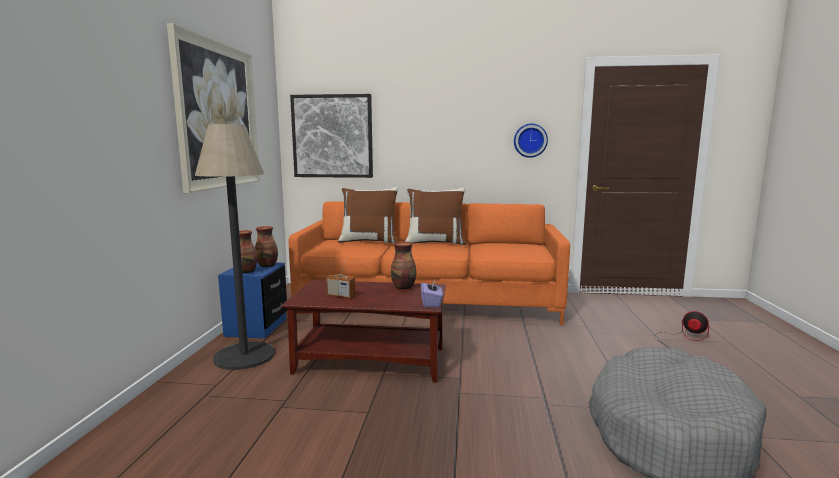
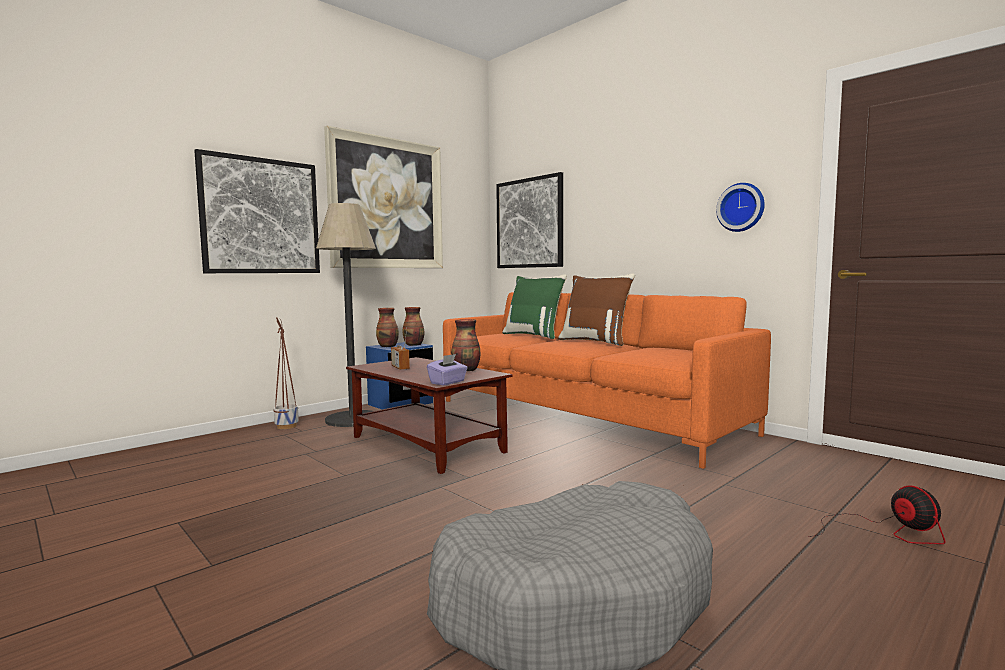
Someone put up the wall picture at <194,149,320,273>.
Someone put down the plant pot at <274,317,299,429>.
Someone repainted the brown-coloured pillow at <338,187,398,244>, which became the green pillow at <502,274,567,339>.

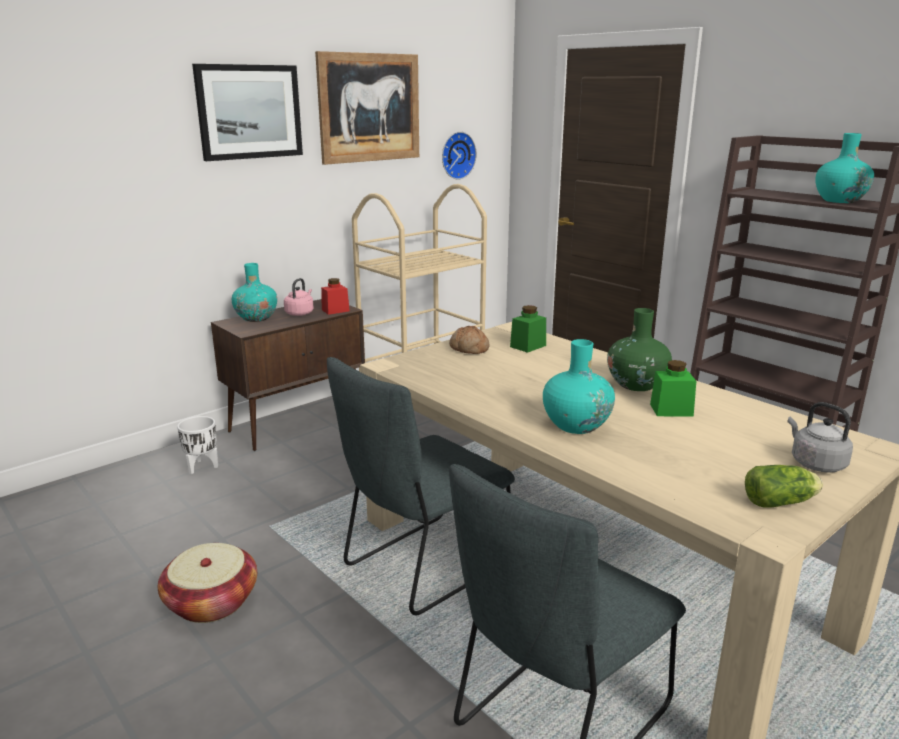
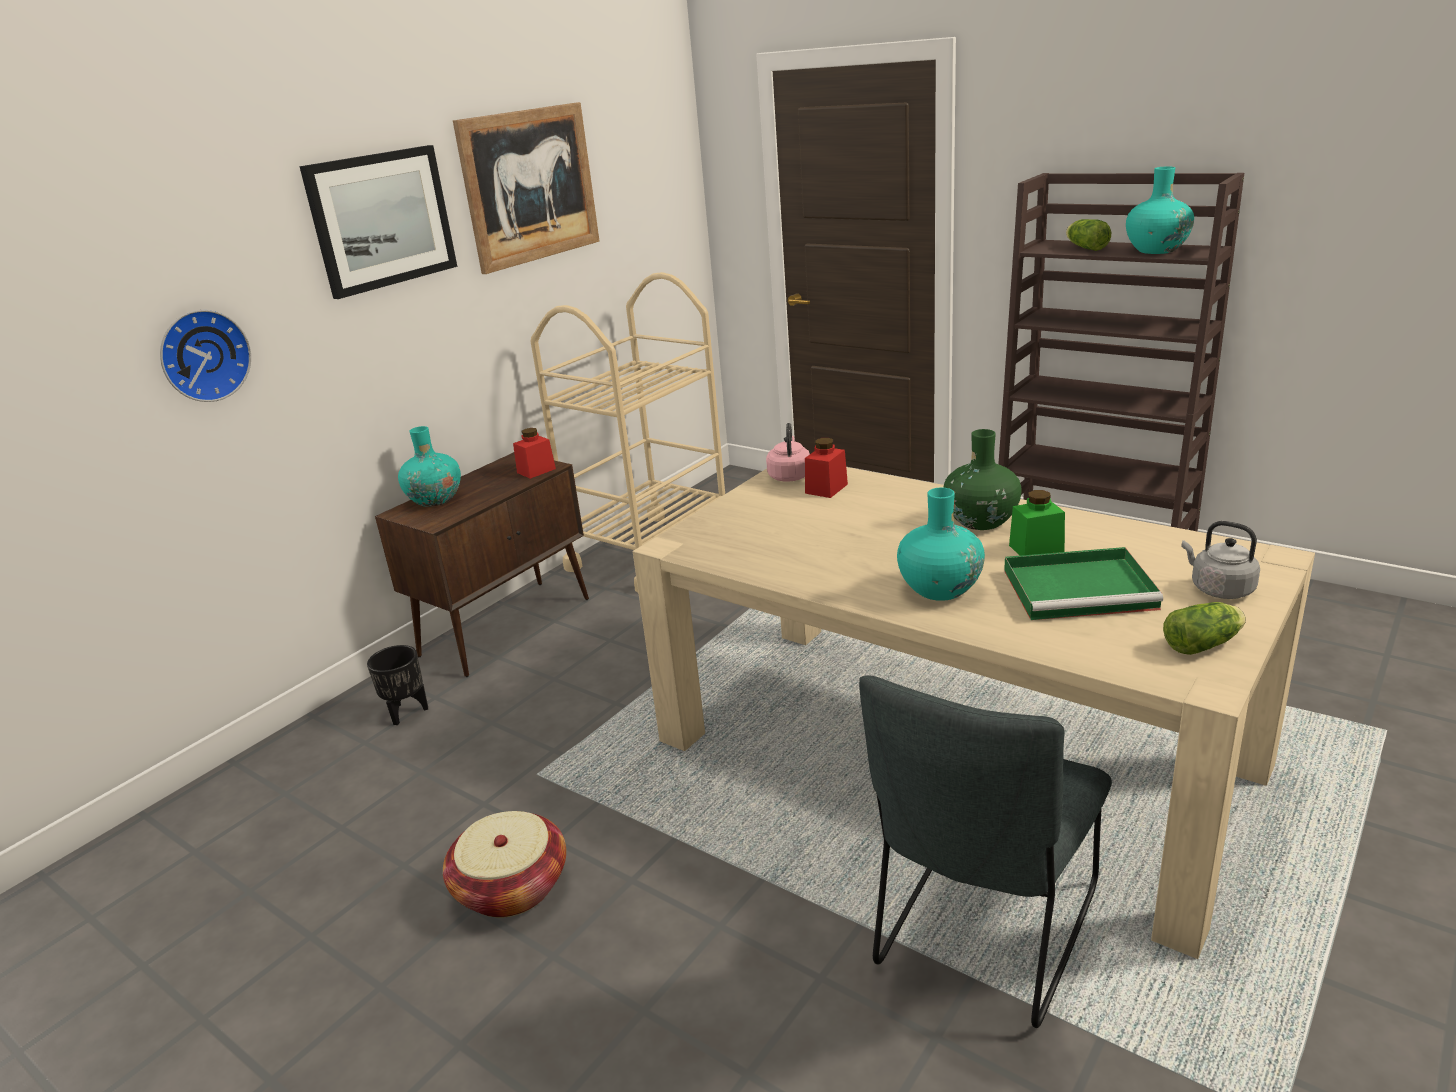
Someone took away the greyish chair at <327,357,515,615>.
Someone took away the bakery bread at <449,326,490,354>.
Someone put down the green serving tray at <1004,547,1163,620>.
Someone put down the lettuce at <1066,219,1111,251>.
Someone carried the pink-coloured tea kettle from <284,278,314,316> to <766,423,810,482>.
Someone carried the hanging clock from <442,132,477,180> to <160,310,251,402>.
Someone repainted the white plant pot at <177,416,218,474>, which became the black plant pot at <367,645,428,725>.
Someone repainted the green preserve jar at <510,305,546,353>, which became the reddish preserve jar at <805,438,848,498>.

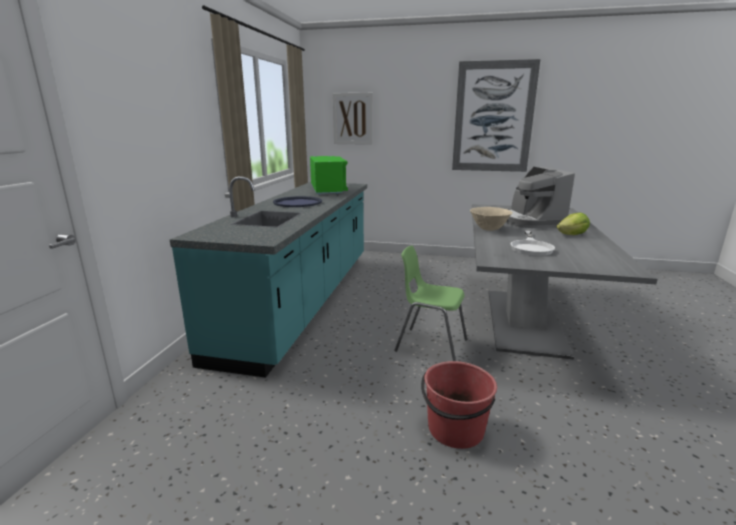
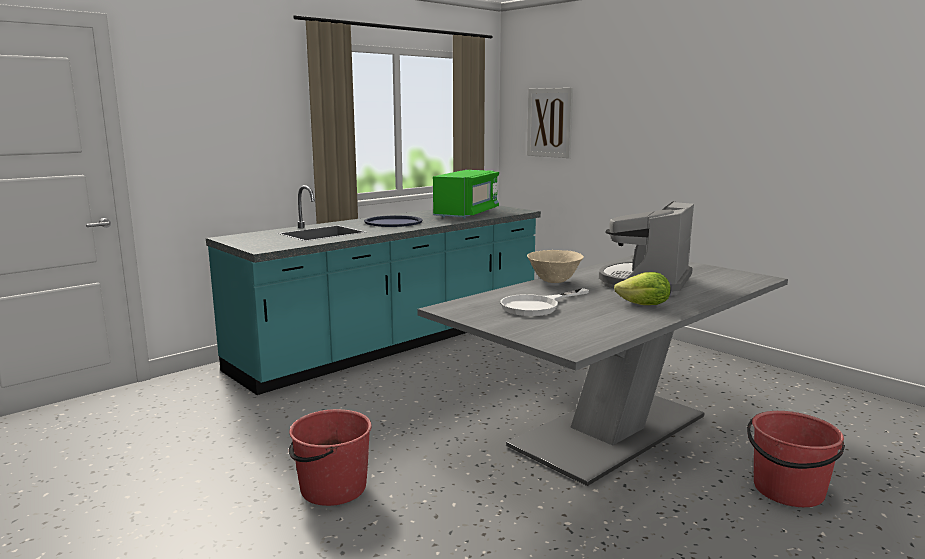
Someone took away the green chair at <394,246,467,361>.
Someone took away the wall picture at <452,59,540,172>.
Someone put down the reddish water bucket at <747,411,845,507>.

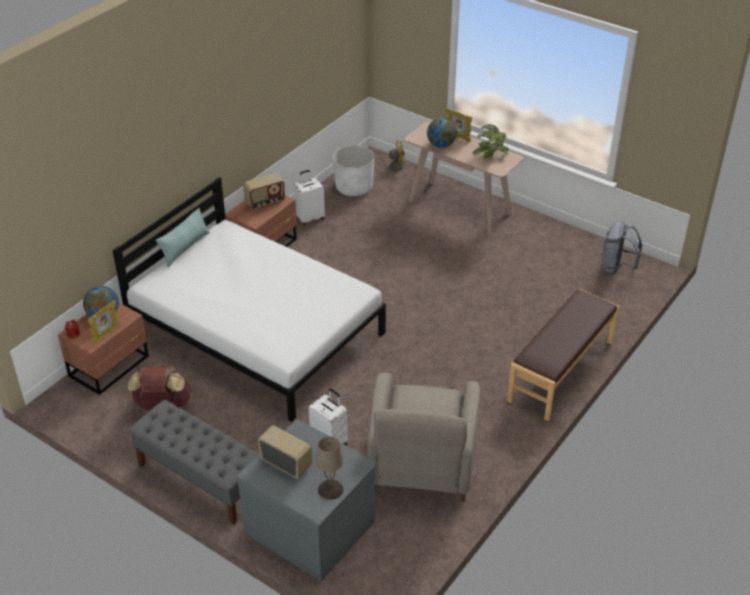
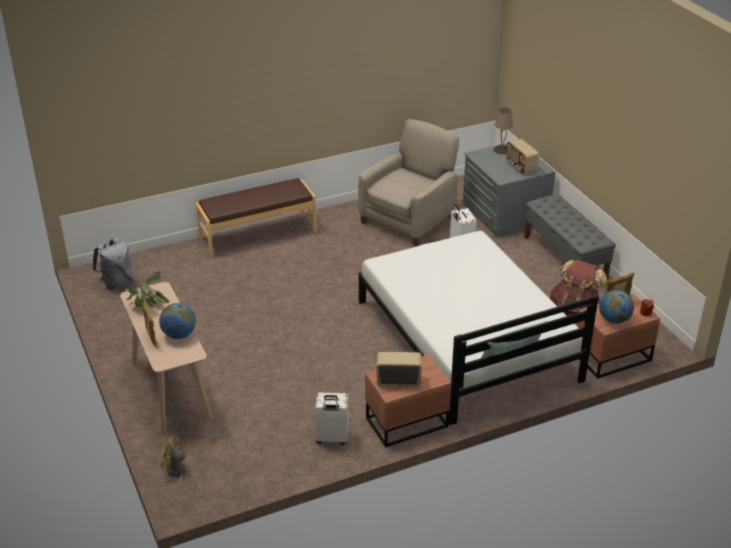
Someone took away the white plant pot at <333,145,374,196>.

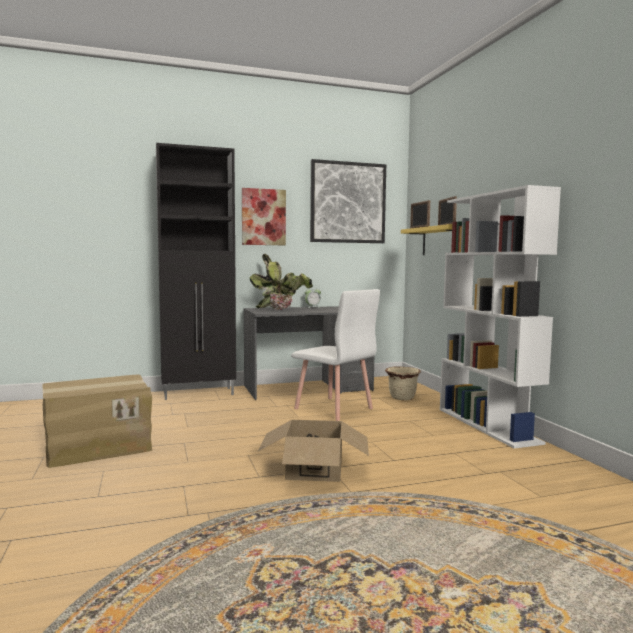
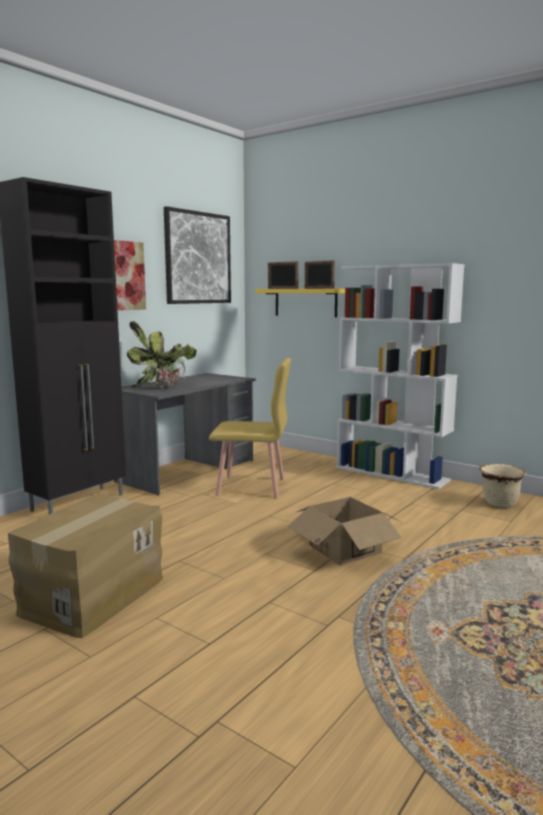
Someone carried the beige-coloured plant pot from <385,366,421,401> to <479,464,526,508>.
Someone repainted the white chair at <291,289,380,421>, which became the yellow-coloured chair at <209,358,291,498>.

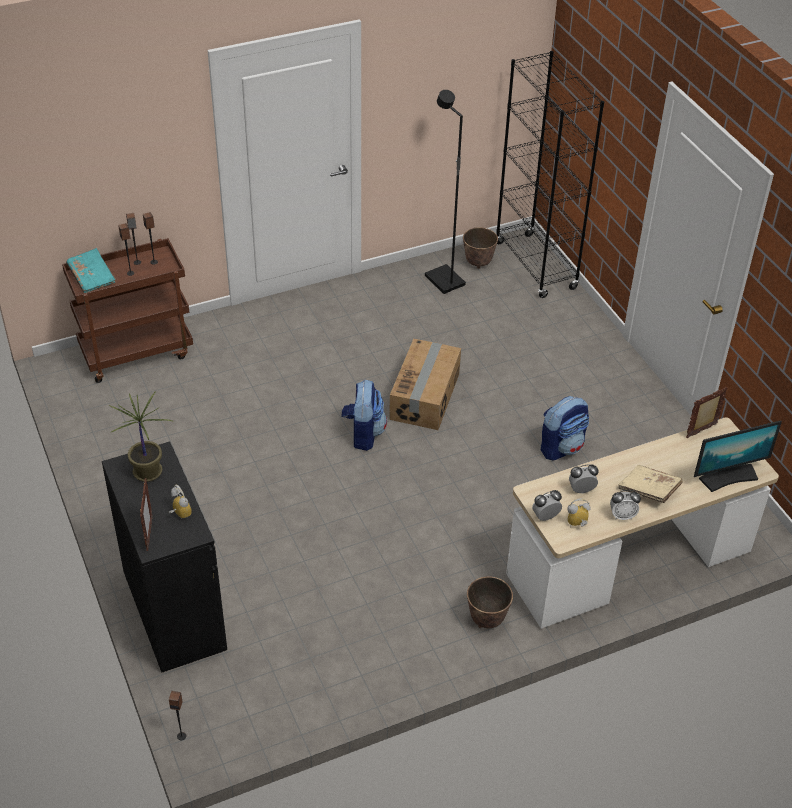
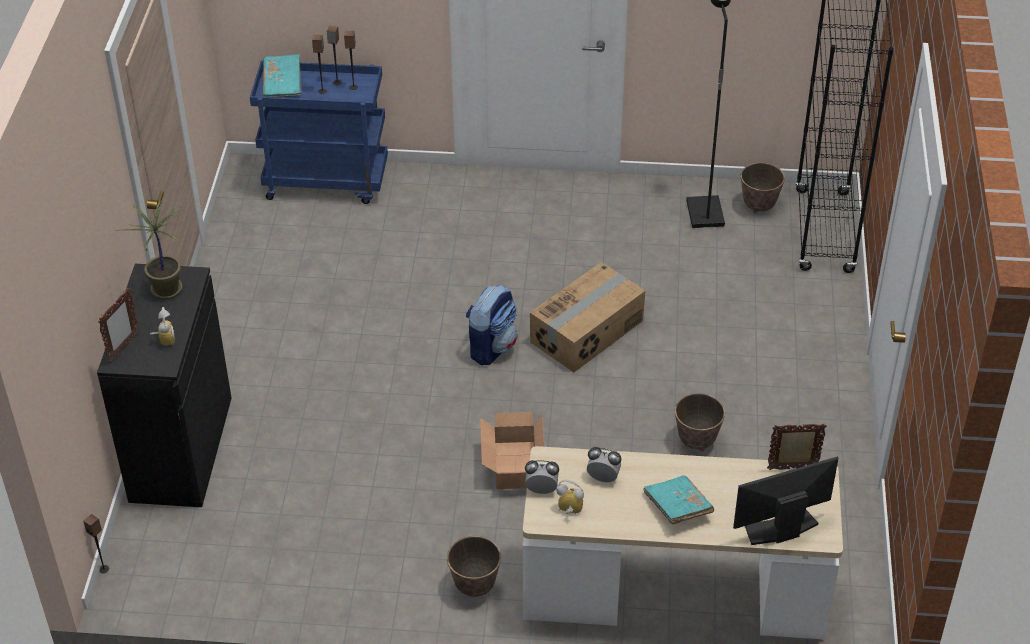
Someone took away the bedside clock at <610,490,641,520>.
Someone put down the packing box at <480,412,544,489>.
Someone swapped the backpack at <541,396,589,460> for the plant pot at <675,393,725,451>.
Someone repainted the brown-coloured trolley at <62,238,193,383>, which became the blue-coloured trolley at <250,61,388,204>.
Someone repainted the beige-coloured book at <618,465,683,503>, which became the blue-green book at <643,475,714,525>.
Someone rotated the computer screen at <694,421,782,492> by 150 degrees clockwise.

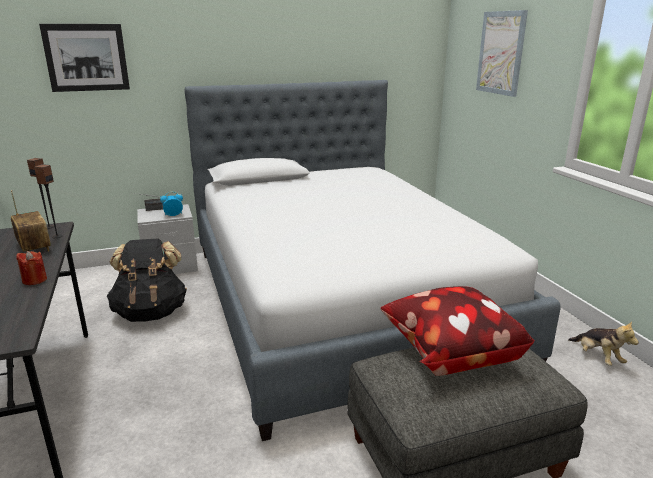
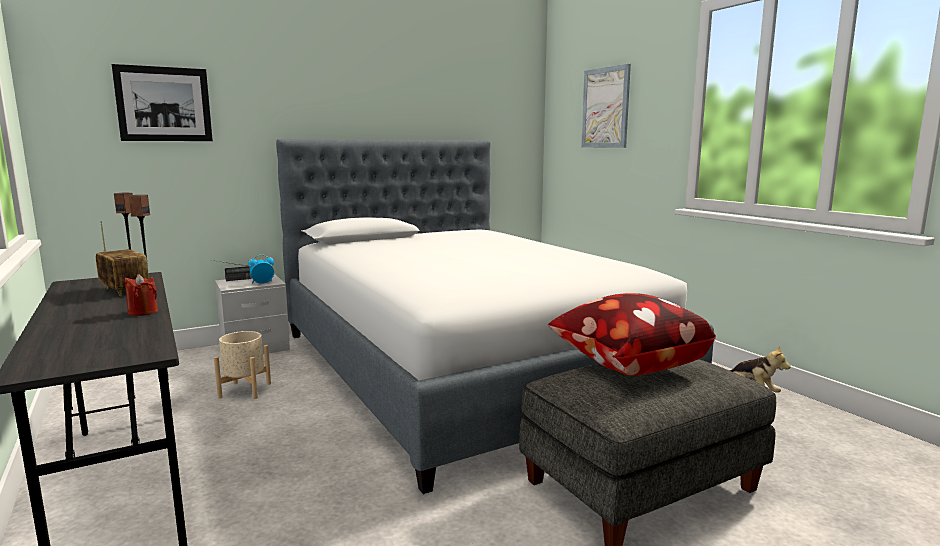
Someone swapped the black backpack at <107,239,187,322> for the beige-coloured plant pot at <214,331,271,399>.

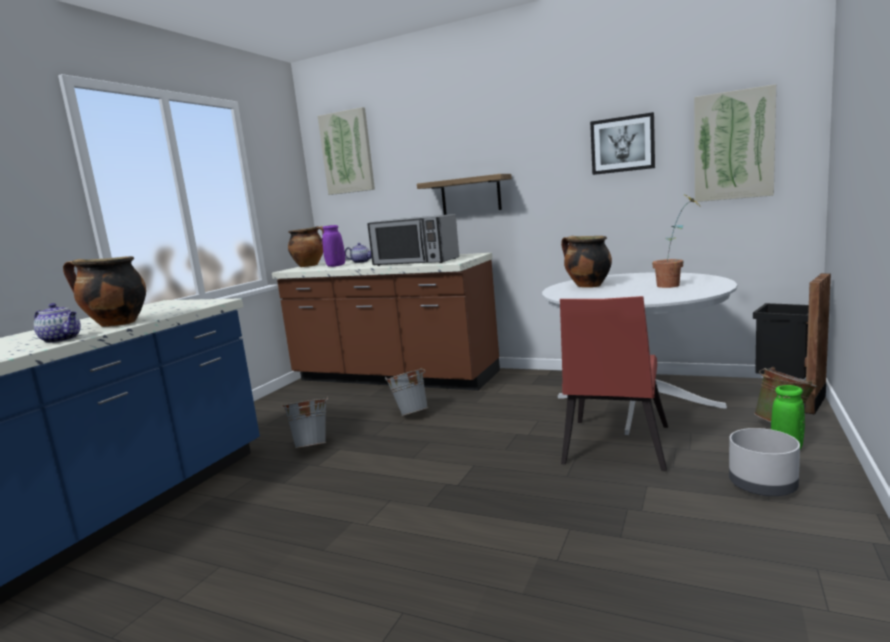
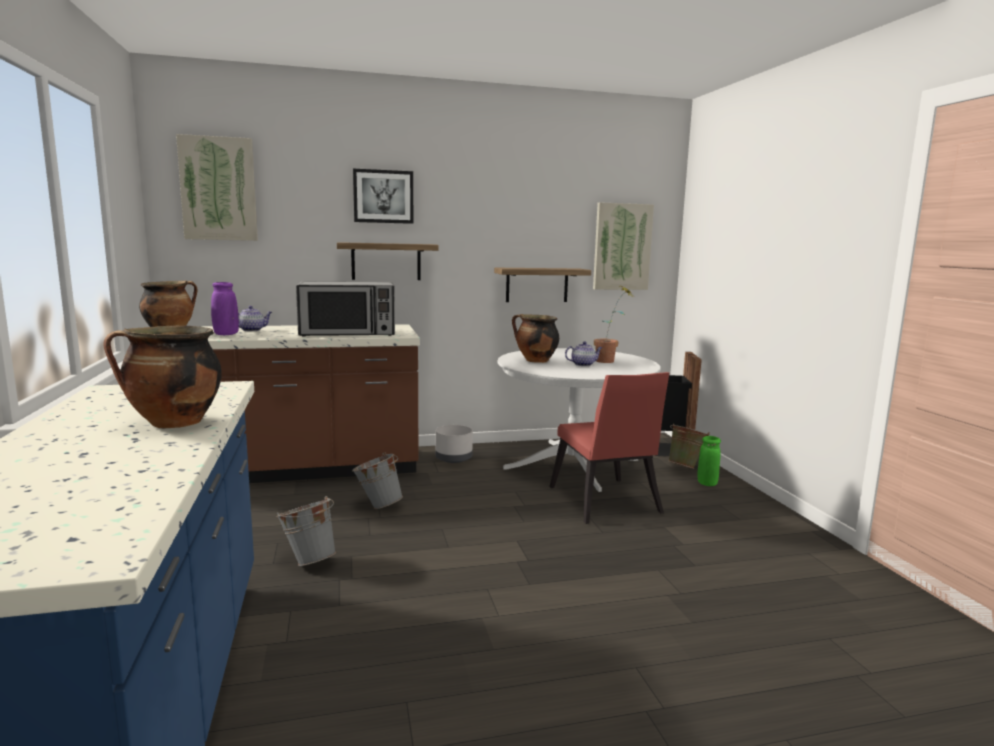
Someone put up the bracket shelf at <494,268,591,302>.
Someone carried the teapot from <34,303,81,343> to <565,341,603,366>.
Someone carried the wall picture from <590,112,655,175> to <353,169,413,224>.
Someone carried the greyish plant pot from <729,428,800,496> to <436,425,473,463>.

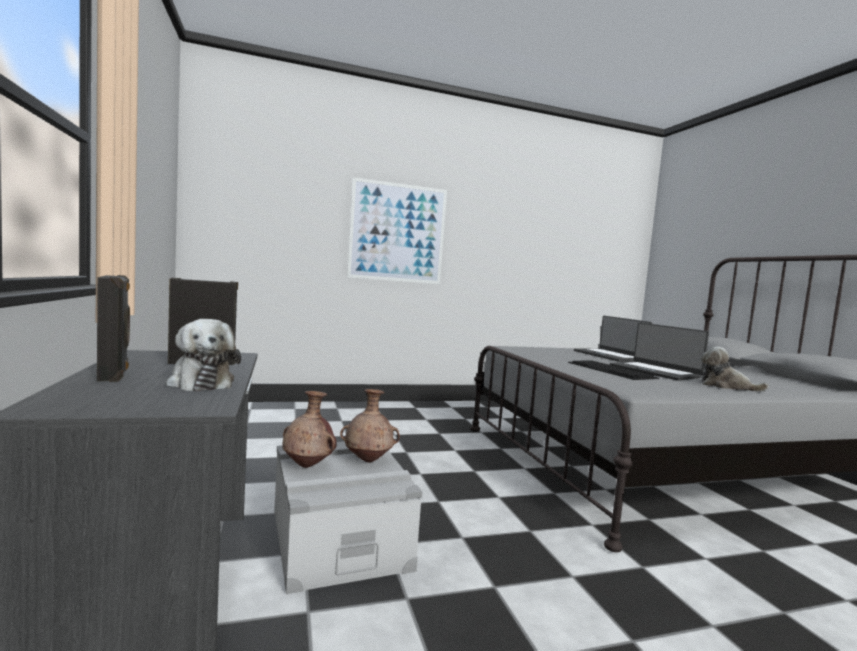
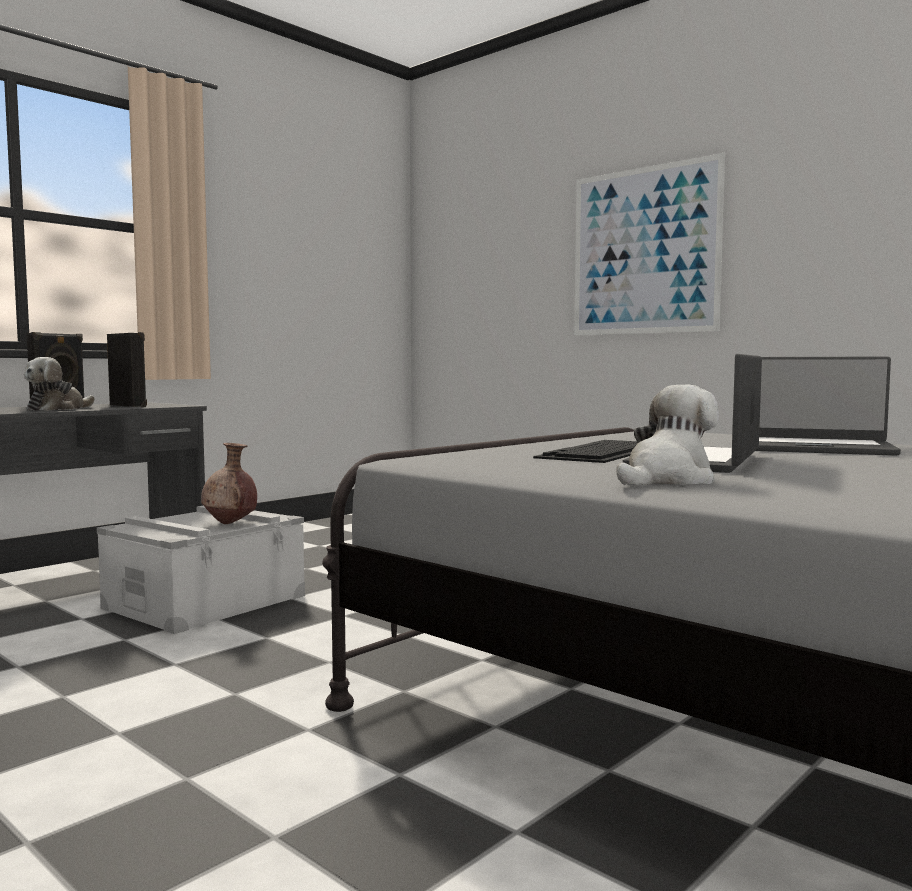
Someone took away the brown-coloured flower vase at <282,391,337,468>.
Someone rotated the laptop at <574,316,652,362> by 105 degrees counterclockwise.
Someone rotated the cuddly toy at <700,347,769,391> by 45 degrees clockwise.

